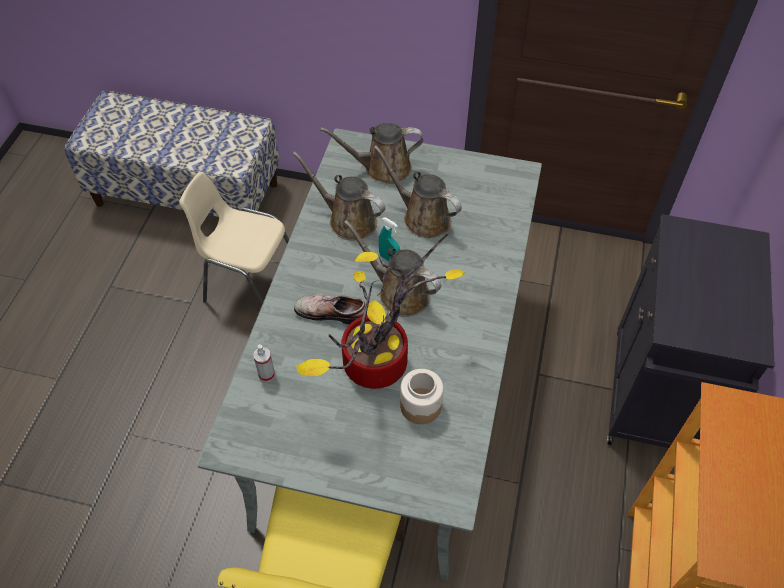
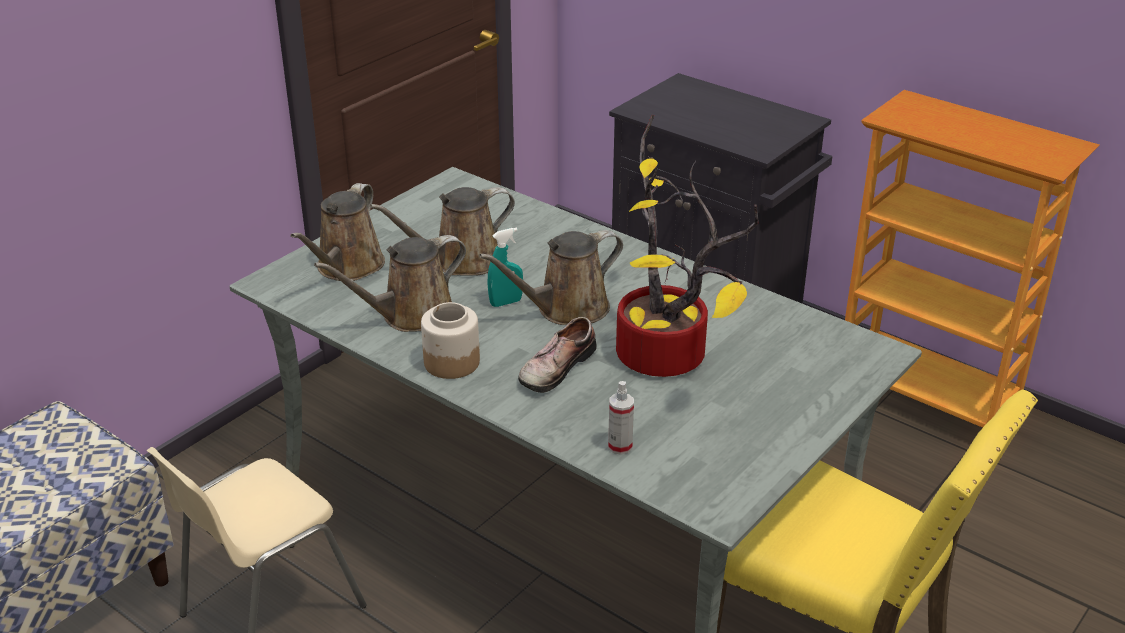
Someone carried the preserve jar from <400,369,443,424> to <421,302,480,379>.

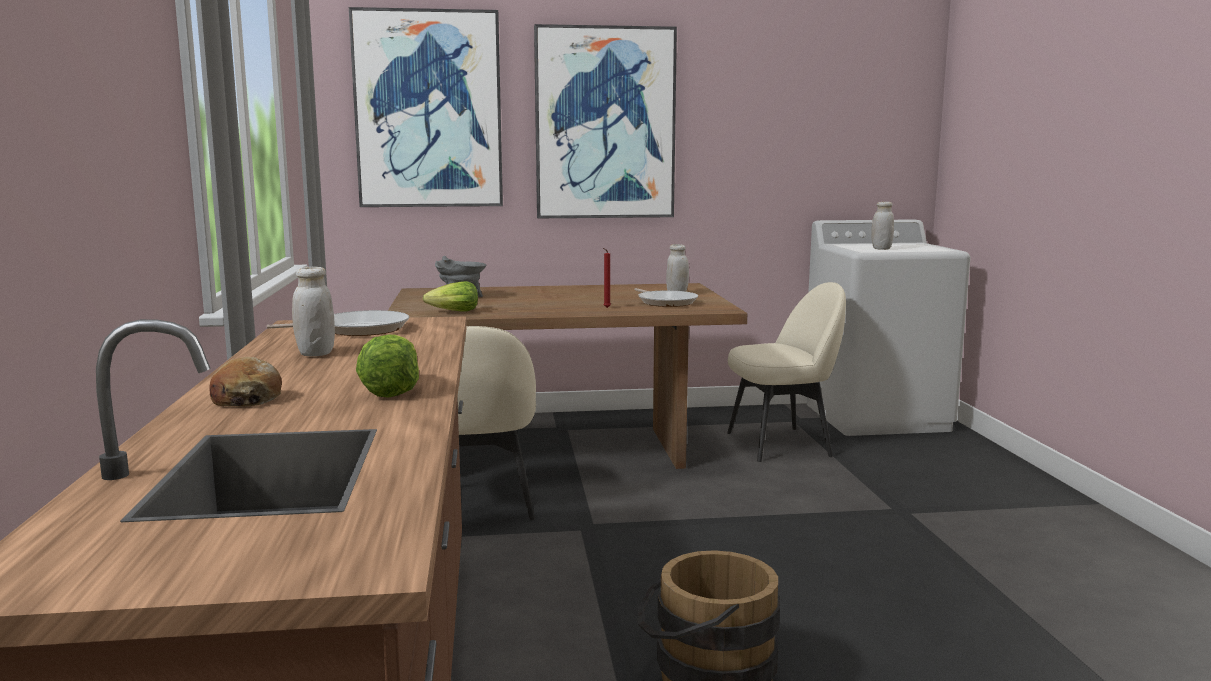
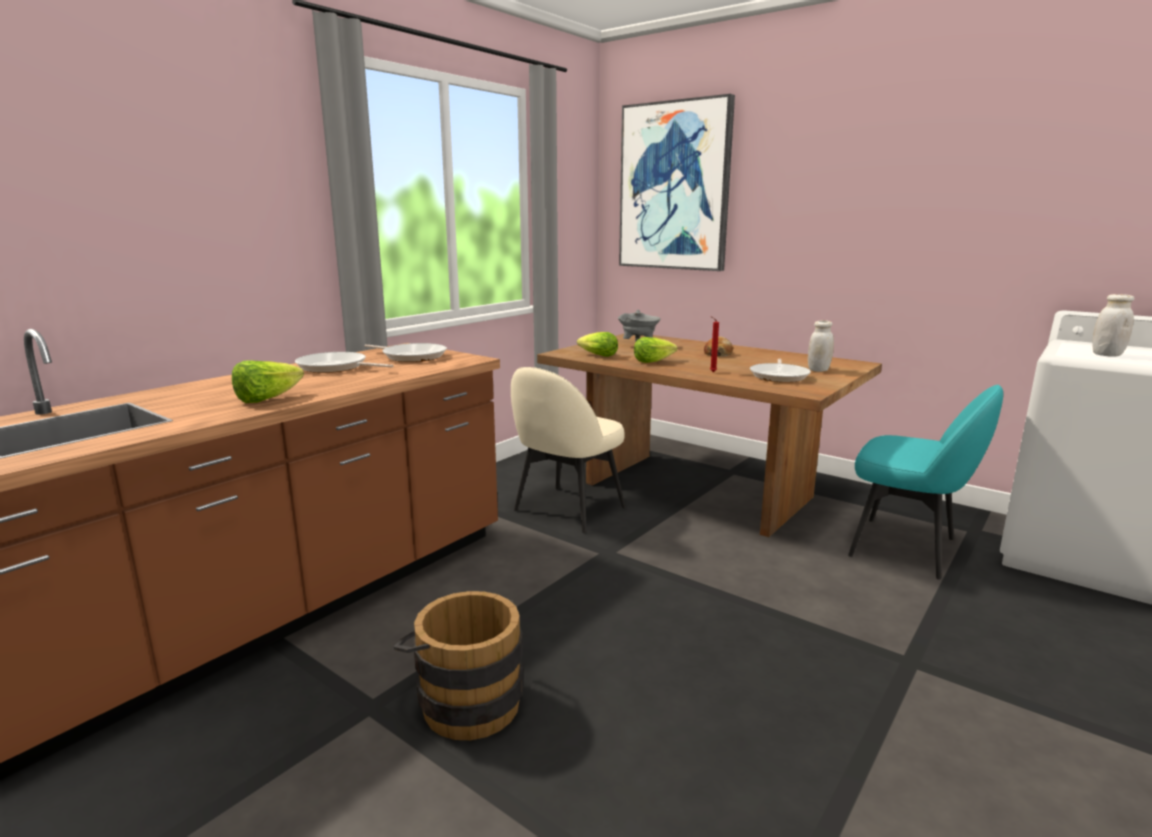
Someone took away the wall picture at <534,24,677,218>.
Someone put down the lettuce at <634,337,677,363>.
Someone carried the bakery bread from <209,357,282,407> to <704,336,733,357>.
Someone swapped the white preserve jar at <292,267,335,357> for the pan at <295,352,394,373>.
Someone repainted the beige-coloured chair at <727,282,846,462>, which became the blue-green chair at <848,385,1003,580>.

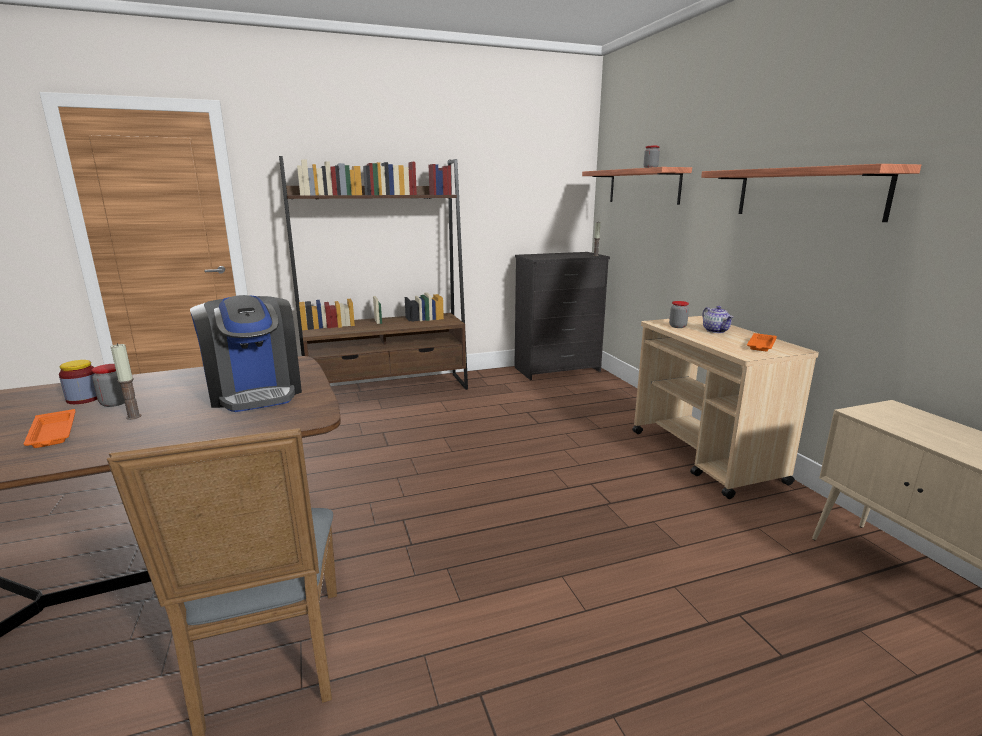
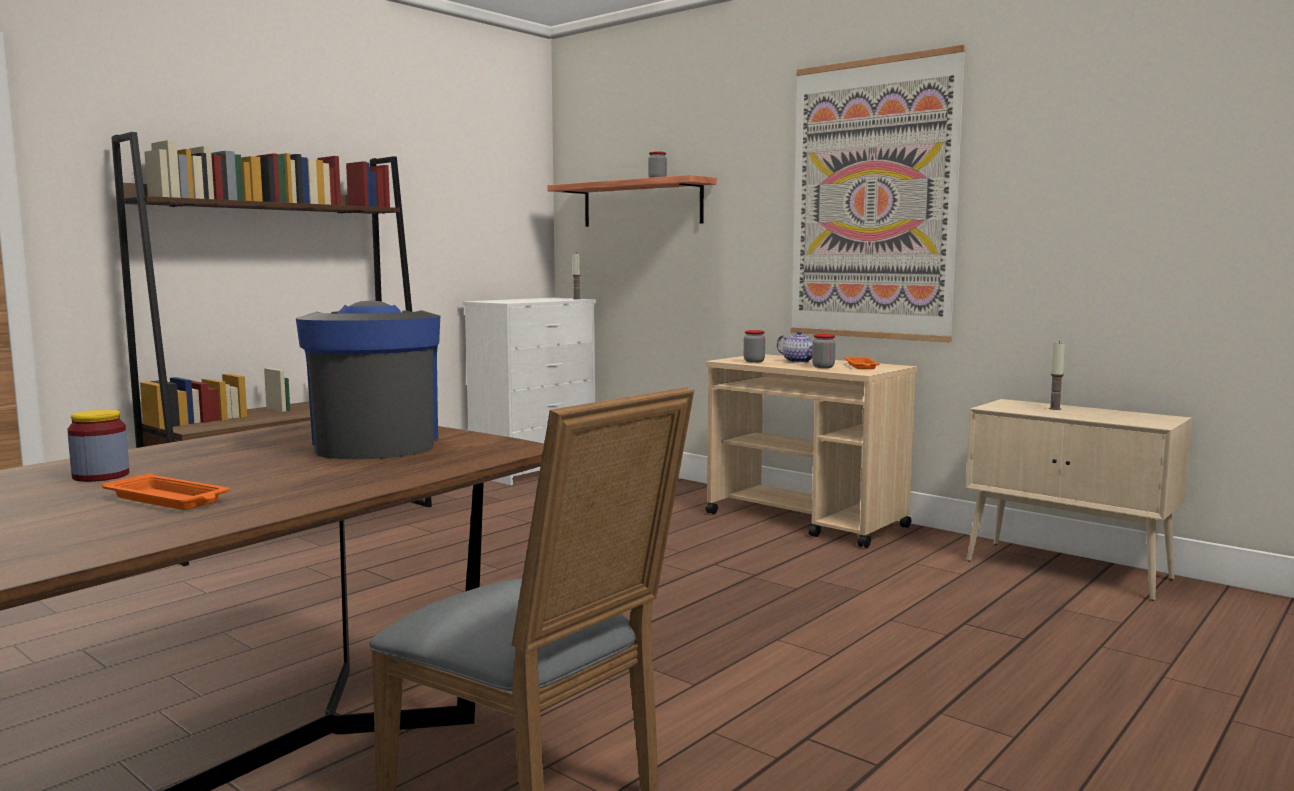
Someone carried the preserve jar from <91,364,125,407> to <812,334,836,368>.
Someone carried the wax candle from <110,343,142,420> to <1049,341,1065,410>.
Someone swapped the bracket shelf at <701,164,921,222> for the wall picture at <791,45,966,343>.
Someone repainted the black chest of drawers at <514,252,610,380>, which became the white chest of drawers at <463,298,596,485>.
Someone rotated the coffee brewer at <190,295,302,412> by 135 degrees counterclockwise.

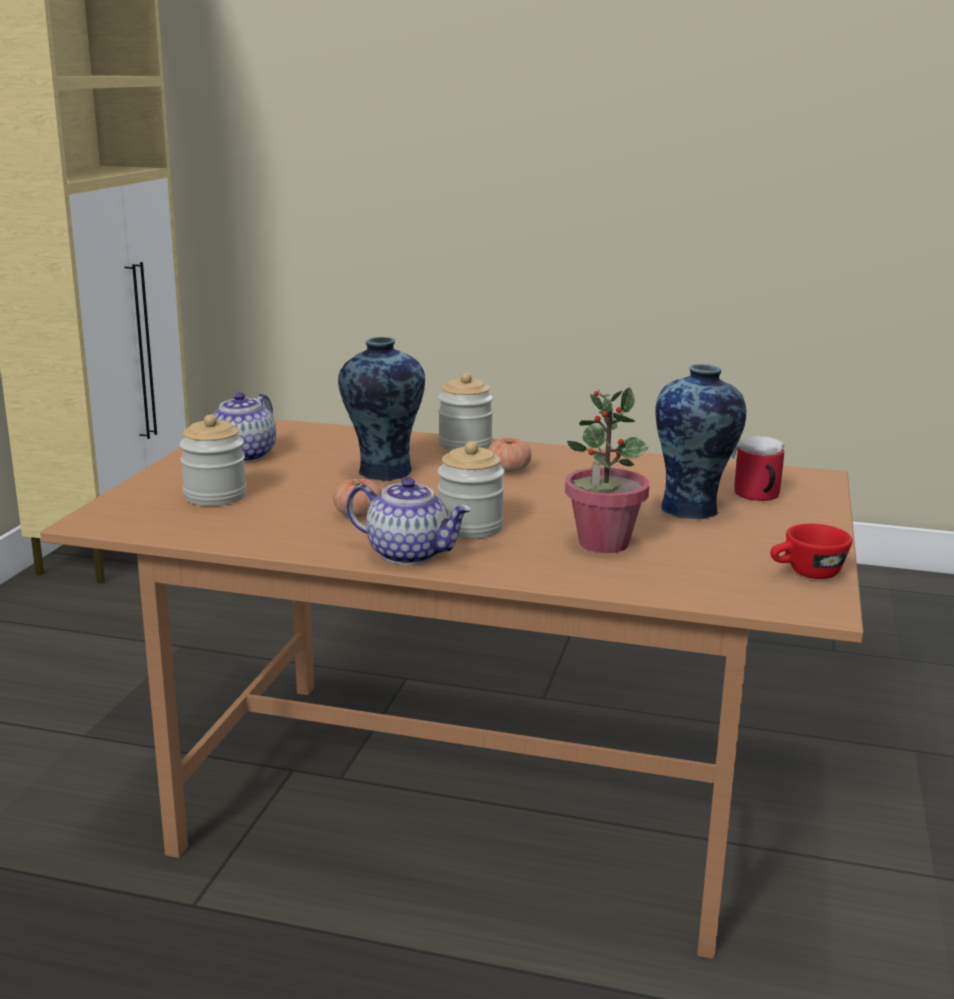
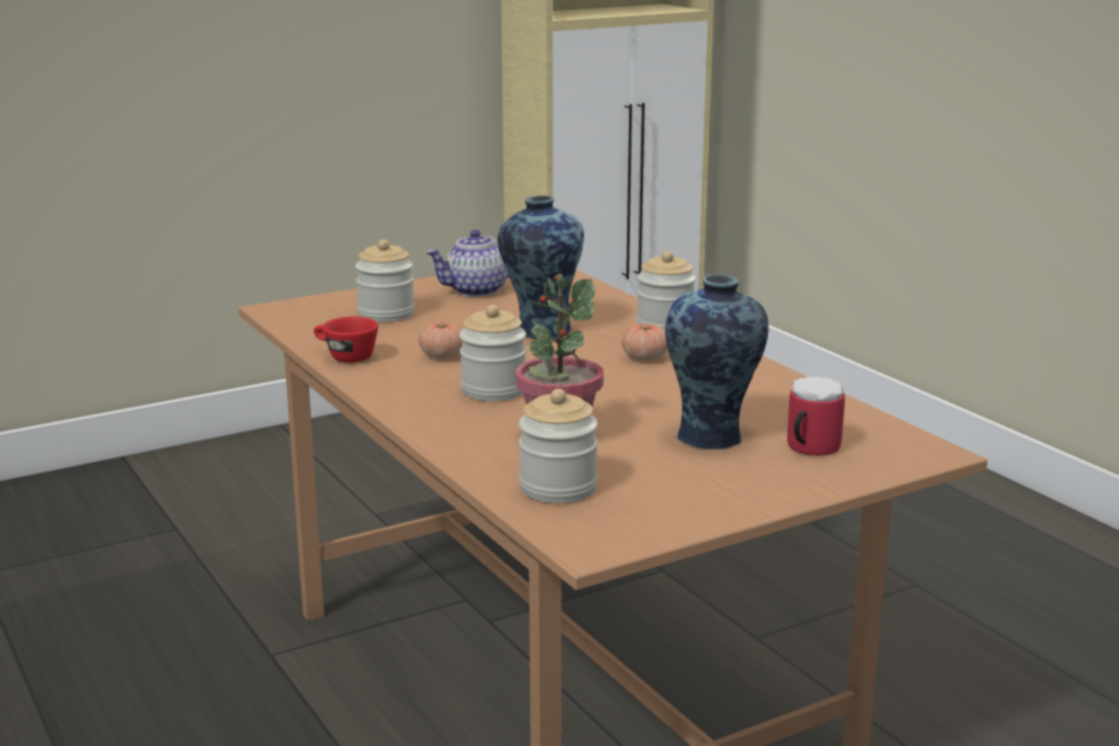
Someone took away the teapot at <346,477,472,565>.
Someone put down the preserve jar at <519,389,598,503>.
Someone carried the reddish cup from <770,524,853,579> to <314,317,378,363>.

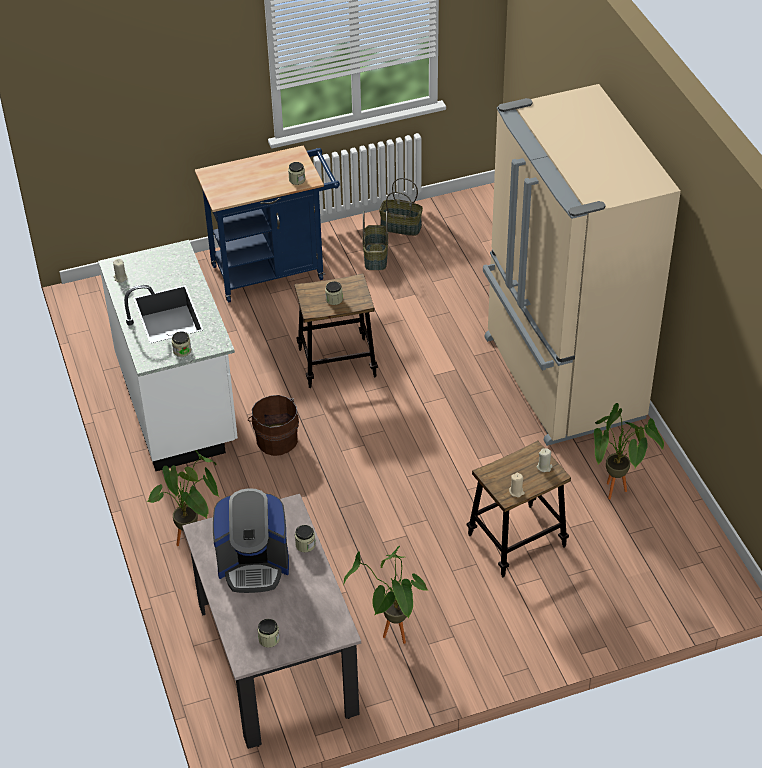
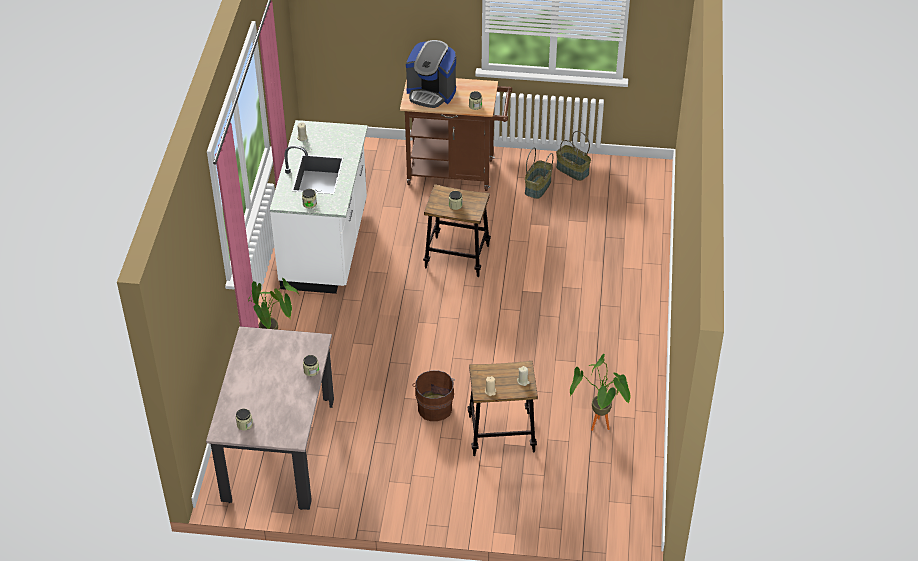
Someone took away the potted plant at <343,546,428,644>.
Someone took away the beige-coloured refrigerator at <483,84,681,446>.
Someone carried the coffee brewer from <213,488,289,593> to <406,40,456,108>.
Someone carried the brown-coloured water bucket from <248,395,299,456> to <412,370,455,421>.
Someone repainted the blue-coloured trolley at <195,145,340,303>, which became the brown-coloured trolley at <400,78,512,191>.

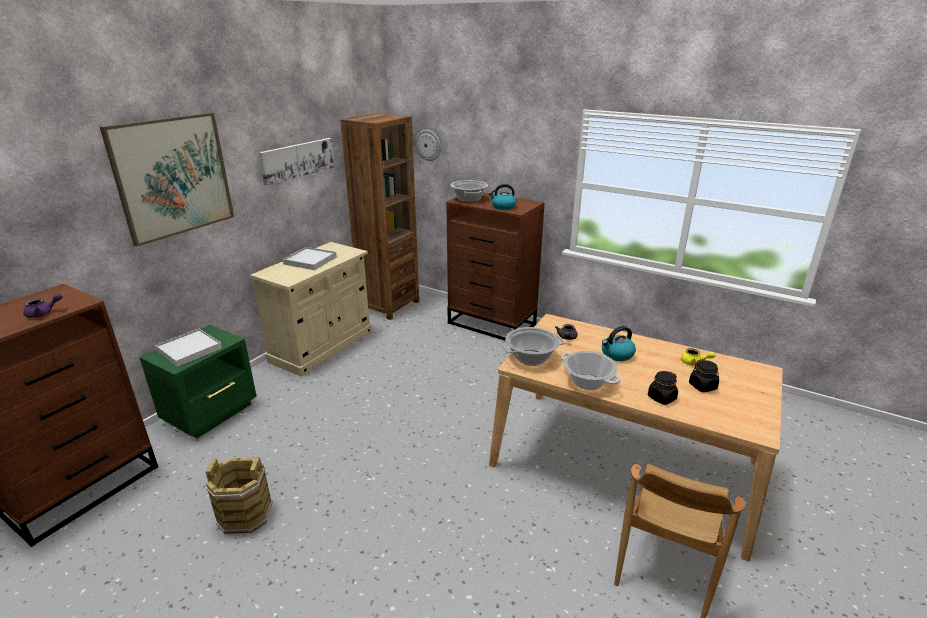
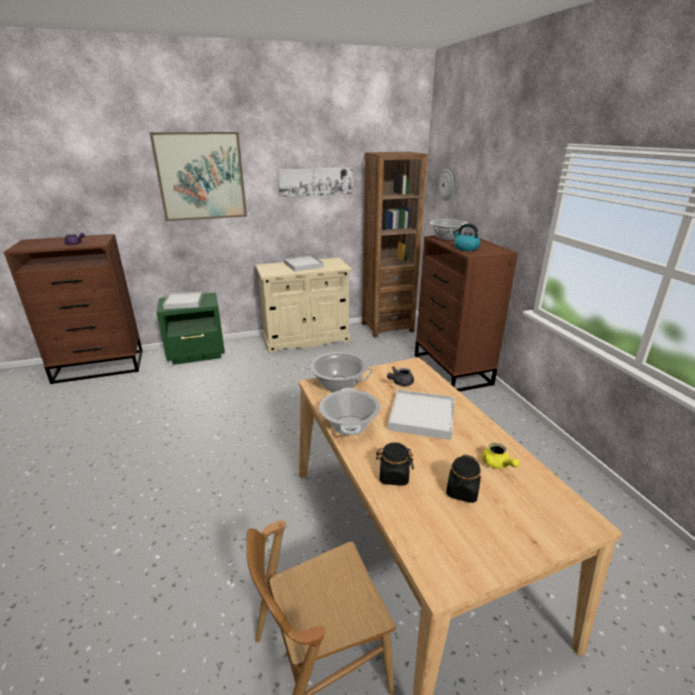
Someone took away the brown-coloured water bucket at <205,457,273,534>.
Someone swapped the tea kettle at <602,326,636,361> for the white serving tray at <388,389,455,440>.

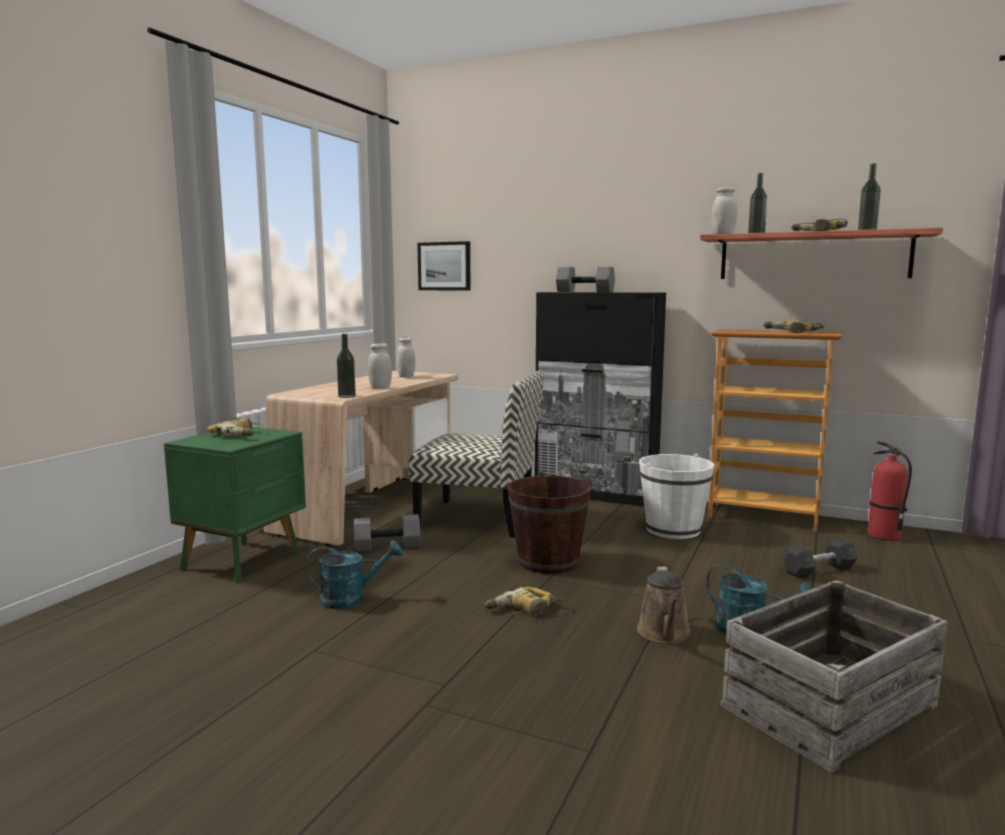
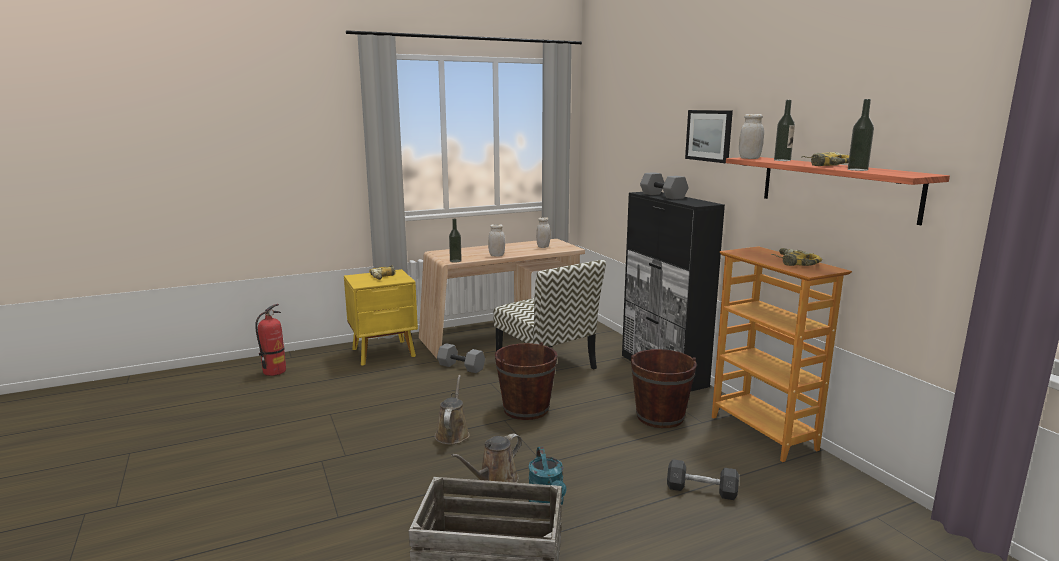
Someone took away the blue-green watering can at <306,540,403,609>.
Someone carried the wall picture from <417,241,471,290> to <685,110,733,163>.
Someone carried the fire extinguisher from <868,442,912,541> to <255,304,286,376>.
Someone swapped the drill at <485,587,567,616> for the brown-coloured watering can at <435,375,470,445>.
Someone repainted the green night table at <164,427,306,583>, which became the yellow-coloured night table at <344,269,418,366>.
Someone repainted the white water bucket at <639,453,715,539>, which became the brown-coloured water bucket at <631,349,697,428>.

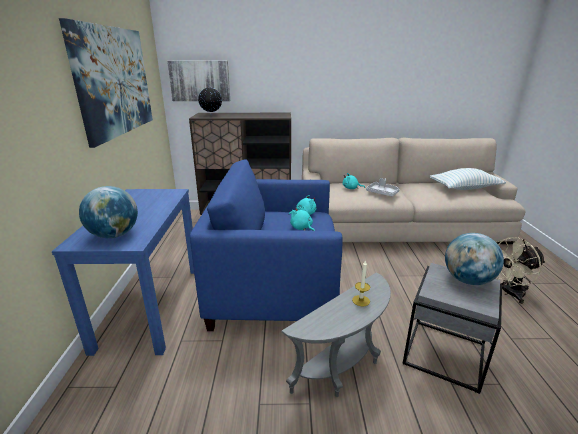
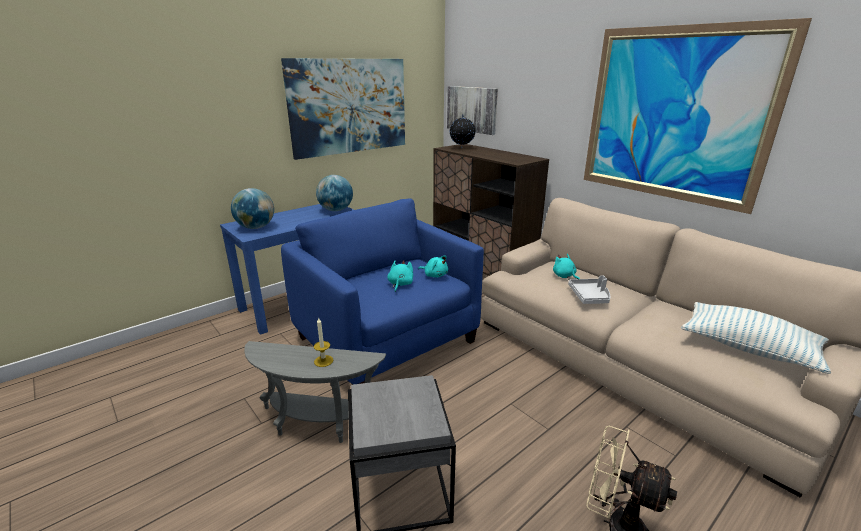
Someone put up the wall picture at <584,18,812,214>.
Someone carried the globe from <445,233,504,285> to <316,175,353,211>.

